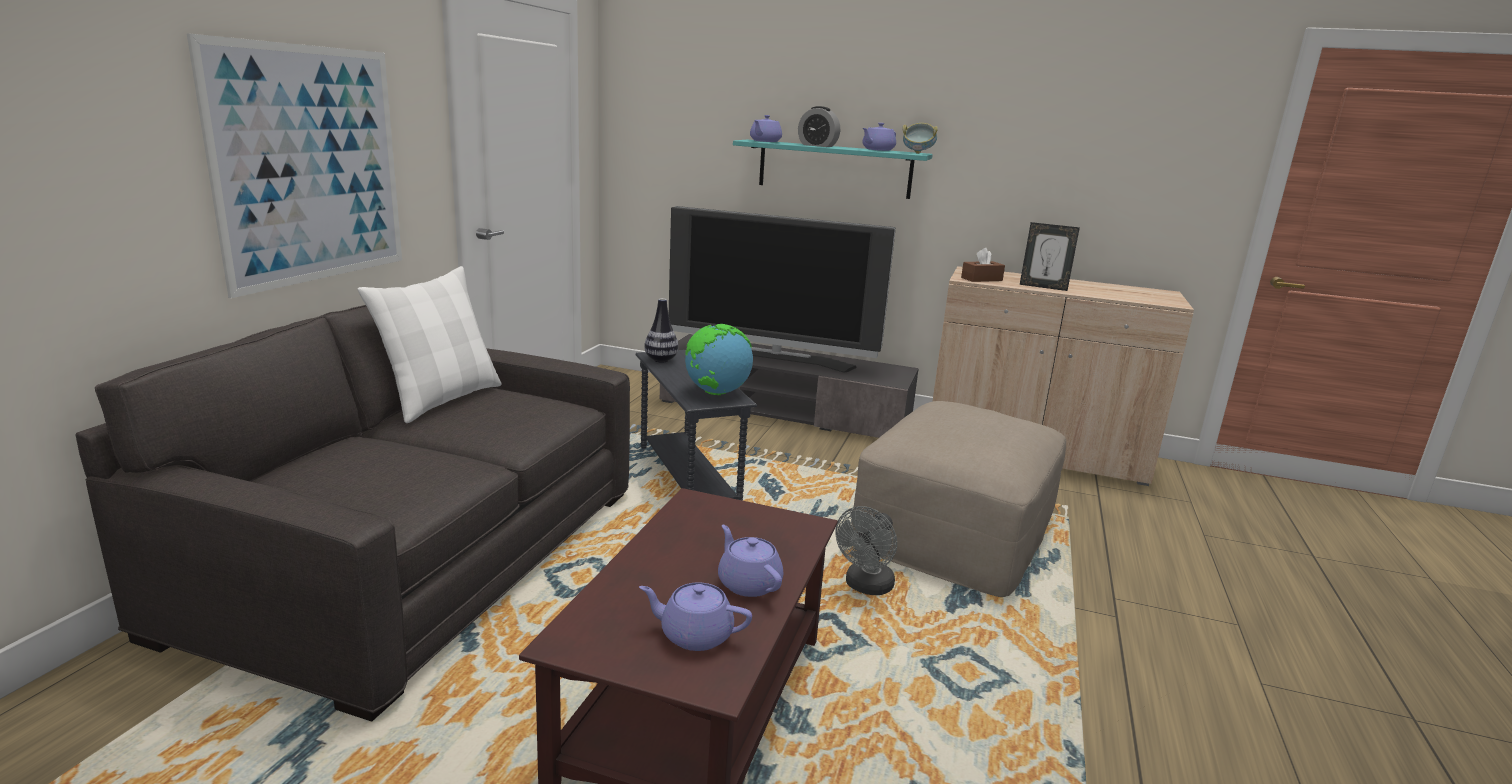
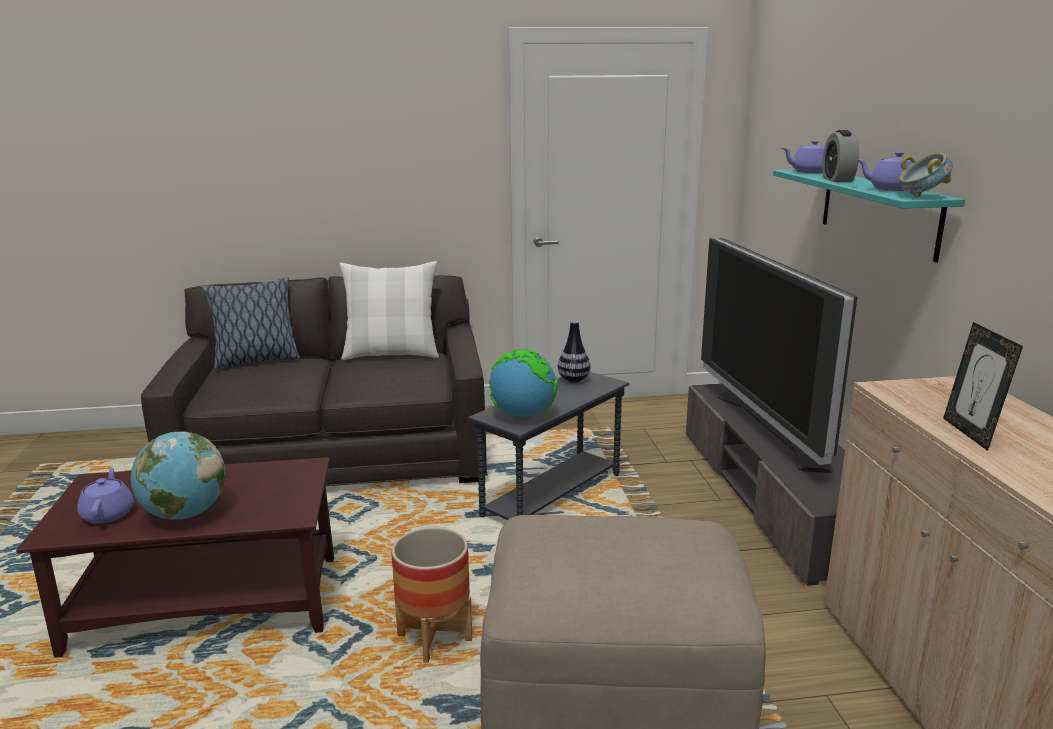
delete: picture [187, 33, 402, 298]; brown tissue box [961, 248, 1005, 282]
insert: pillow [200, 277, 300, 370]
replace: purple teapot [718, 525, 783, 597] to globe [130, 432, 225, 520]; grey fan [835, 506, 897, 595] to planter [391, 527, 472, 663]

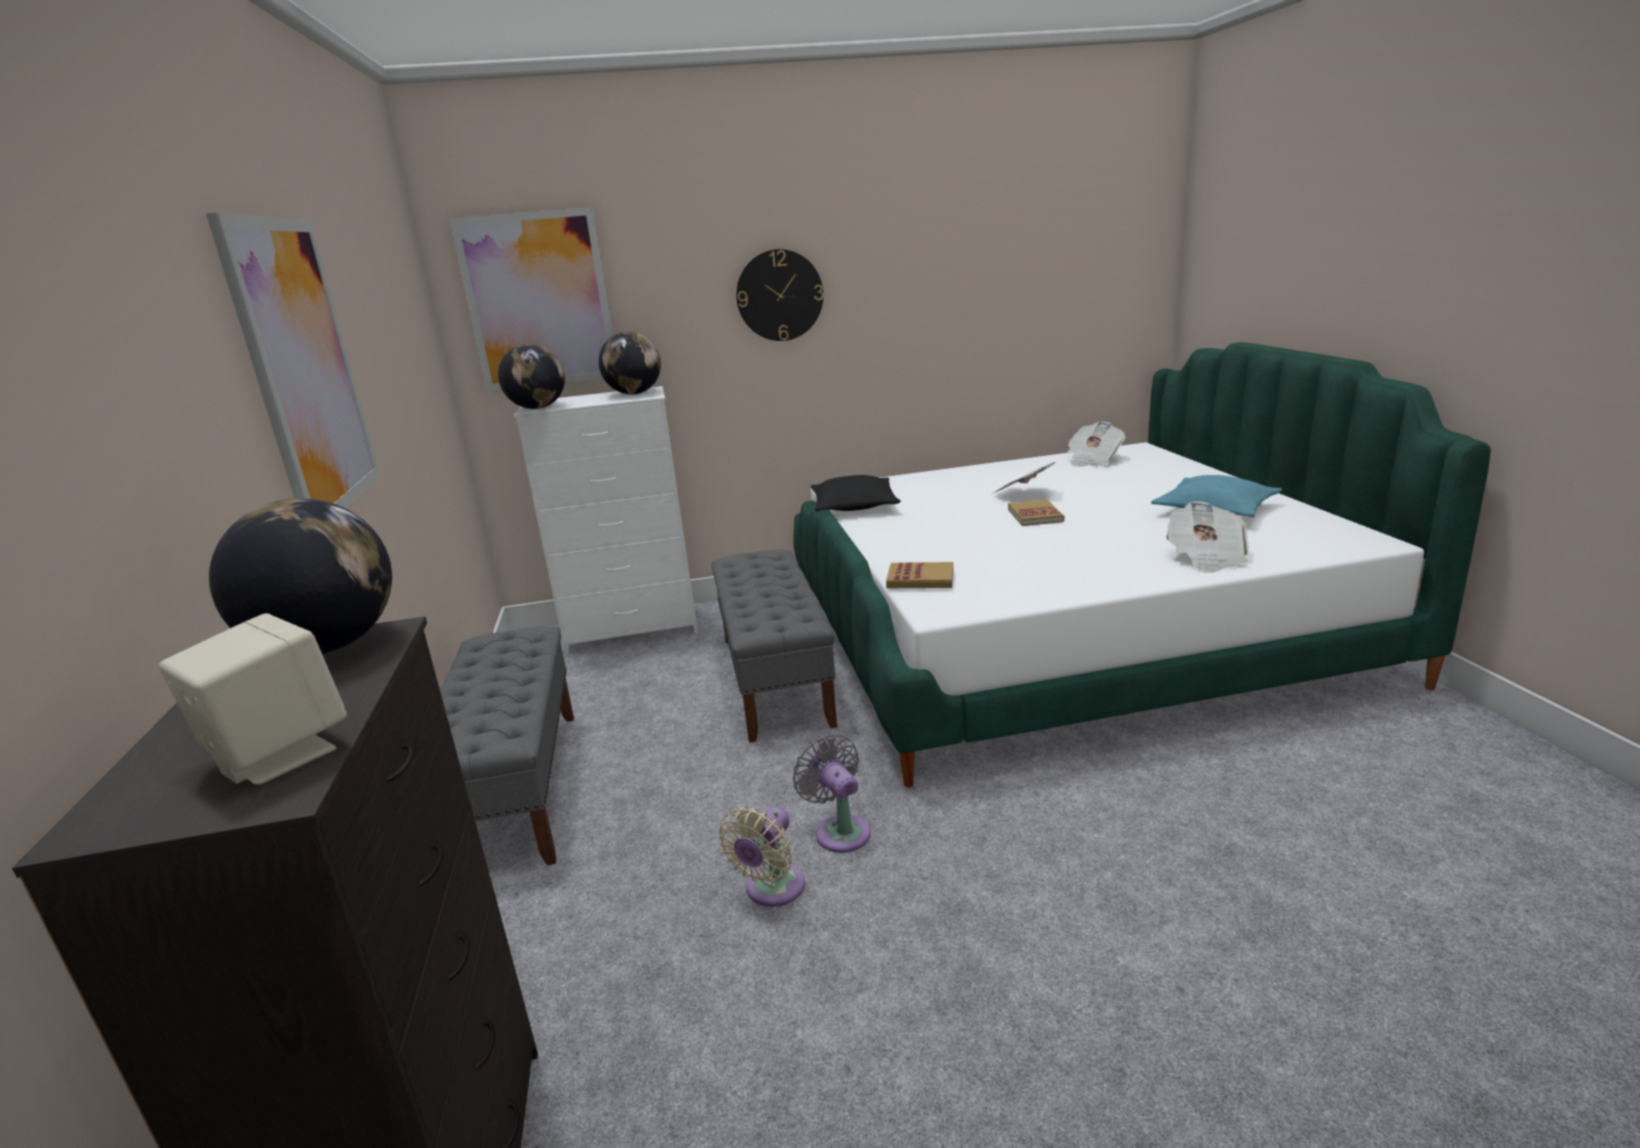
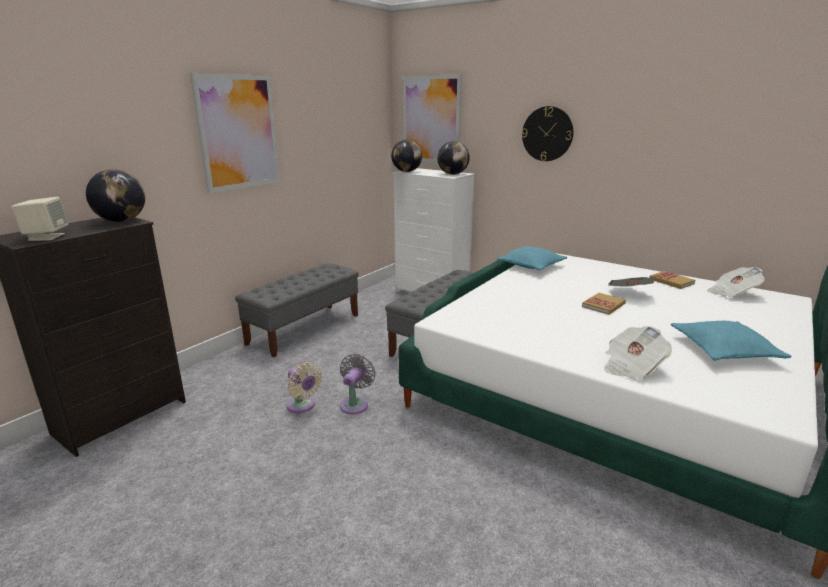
move: book [886, 562, 954, 588] to [649, 271, 695, 289]
recolor: black pillow [811, 475, 900, 512] to turquoise pillow [497, 246, 567, 270]
rotate: beige fan [718, 806, 805, 907] = [286, 362, 322, 413] 120 degrees counterclockwise

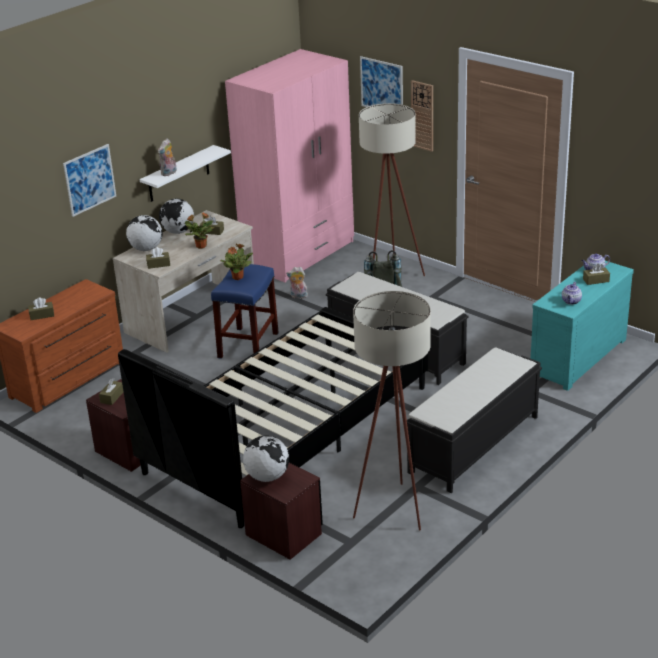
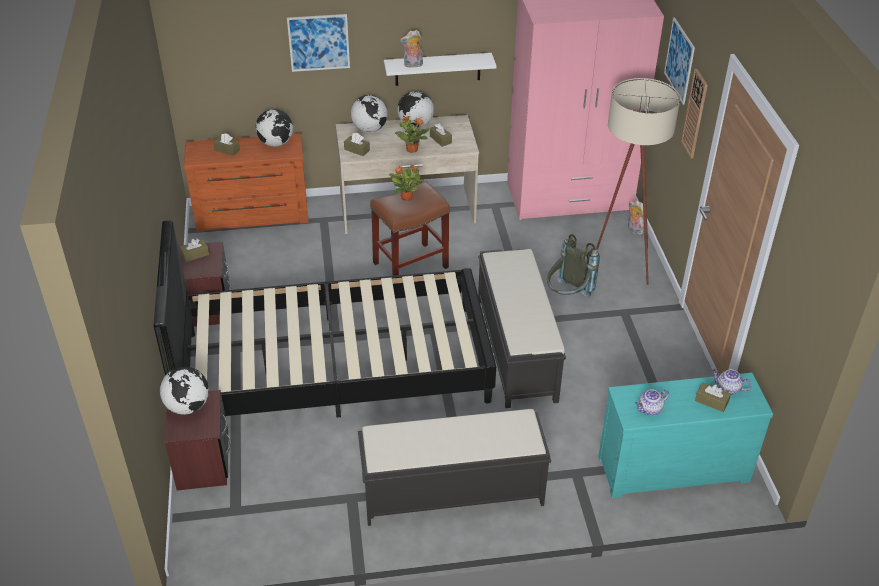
delete: beige floor lamp [353, 291, 431, 530]
insert: globe [256, 109, 293, 147]
move: plush toy [286, 267, 308, 300] to [628, 200, 644, 235]
recolor: blue stool [211, 263, 279, 359] to brown stool [370, 181, 450, 276]

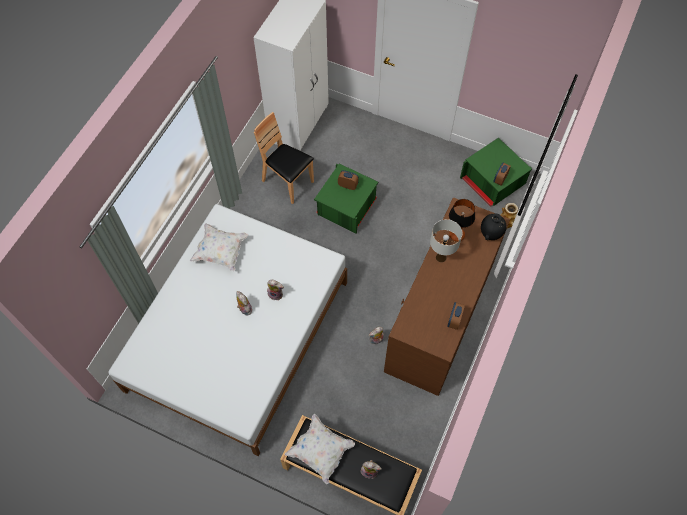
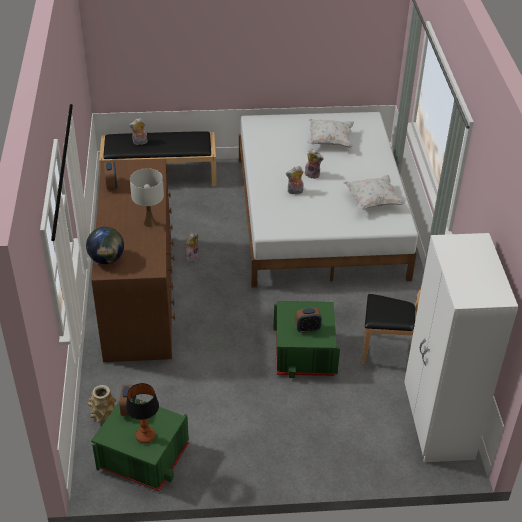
move: white pillow [284, 414, 355, 484] to [306, 119, 354, 147]; table lamp [449, 199, 475, 242] to [126, 383, 159, 444]
replace: black vase [481, 213, 507, 240] to globe [86, 227, 124, 264]

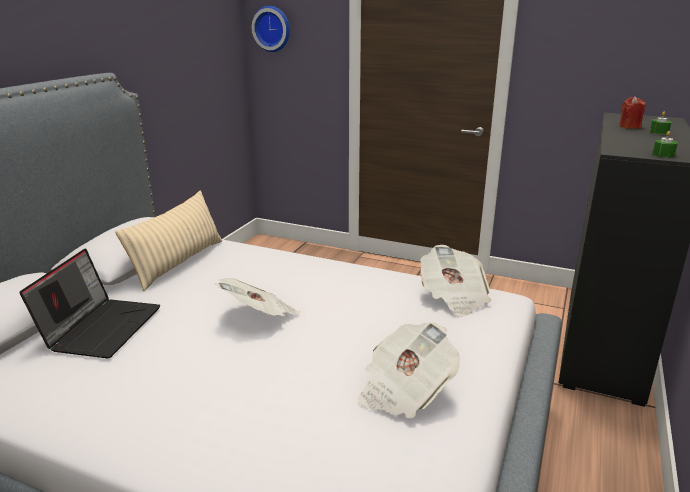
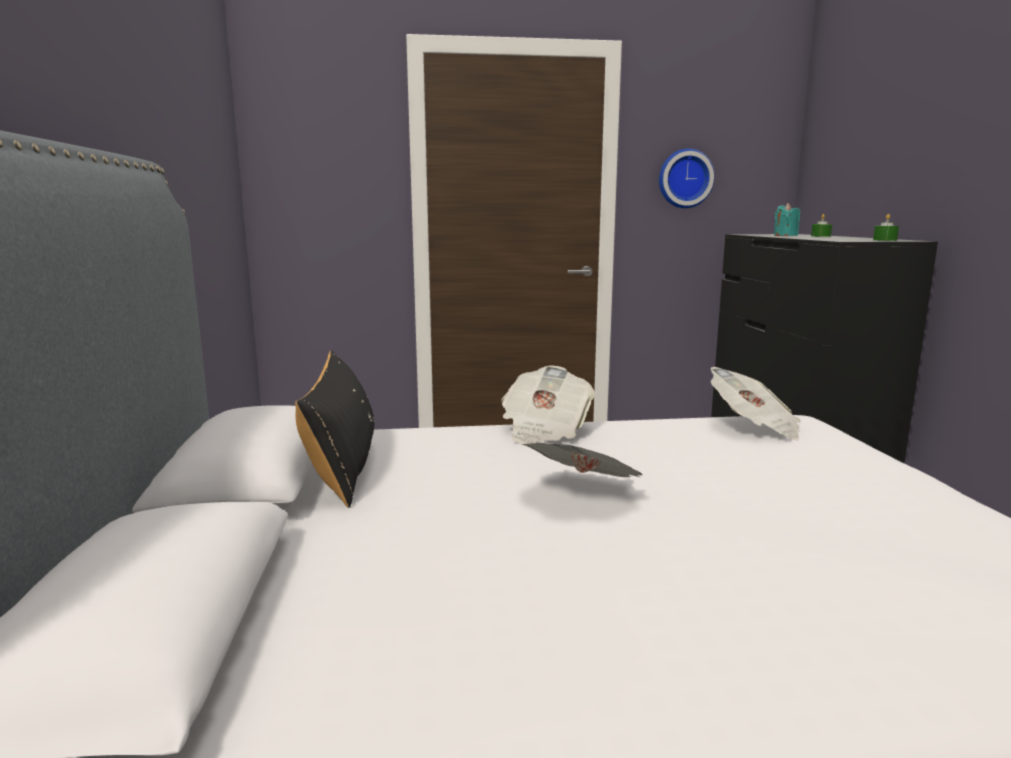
delete: laptop [19, 248, 161, 358]
move: wall clock [252, 6, 290, 52] to [659, 148, 715, 208]; newspaper [358, 322, 460, 418] to [501, 366, 595, 444]
recolor: beige pillow [115, 191, 222, 291] to black pillow [295, 350, 374, 508]; red candle [619, 96, 646, 129] to turquoise candle [774, 203, 800, 236]

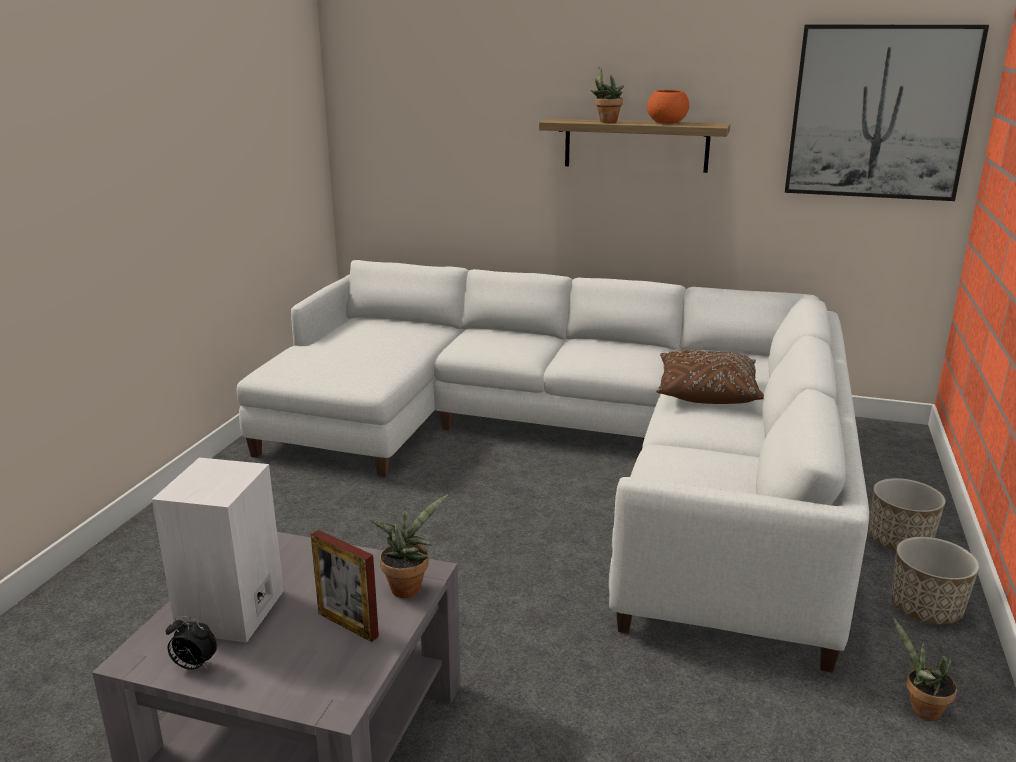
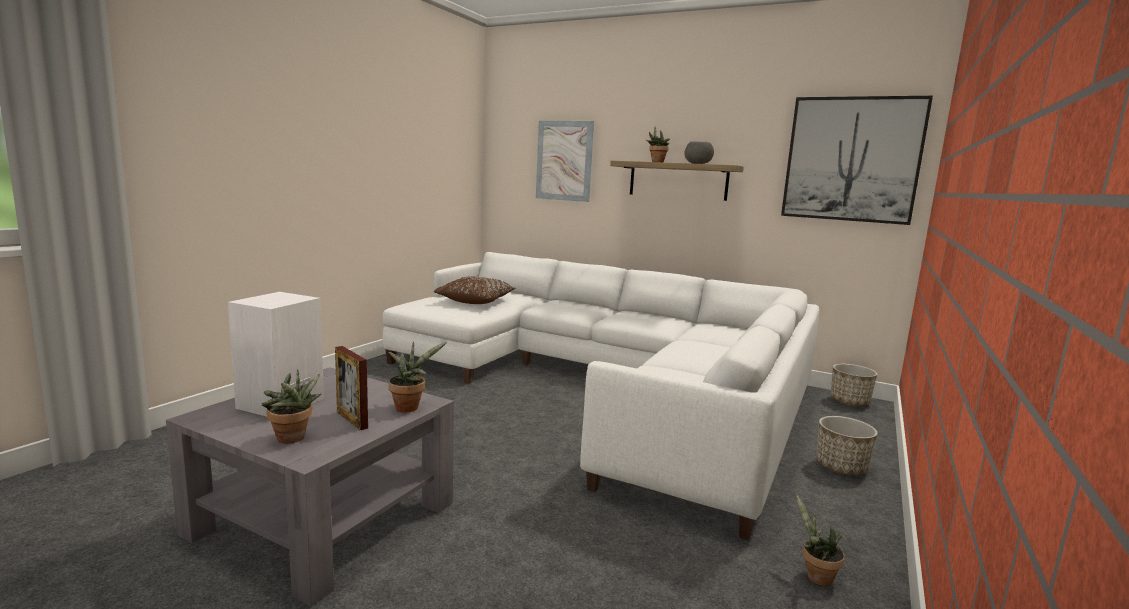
delete: alarm clock [166, 616, 217, 670]
insert: potted plant [261, 369, 321, 444]; picture [536, 121, 594, 202]
move: brown pillow [656, 350, 764, 404] to [434, 276, 516, 304]; planter [891, 537, 979, 625] to [831, 364, 877, 406]
recolor: orange bowl [647, 90, 689, 124] to grey bowl [684, 141, 714, 164]

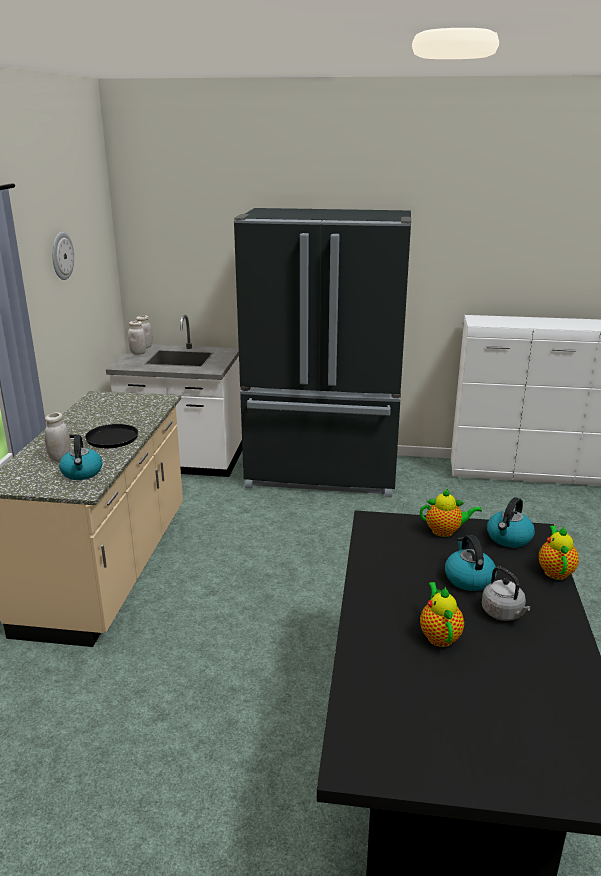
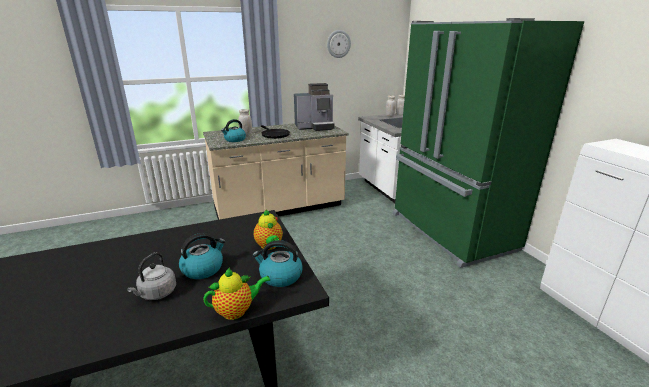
delete: teapot [420, 582, 464, 647]
insert: coffee machine [294, 83, 335, 131]
recolor: black fridge [234, 208, 411, 498] to green fridge [393, 18, 584, 268]

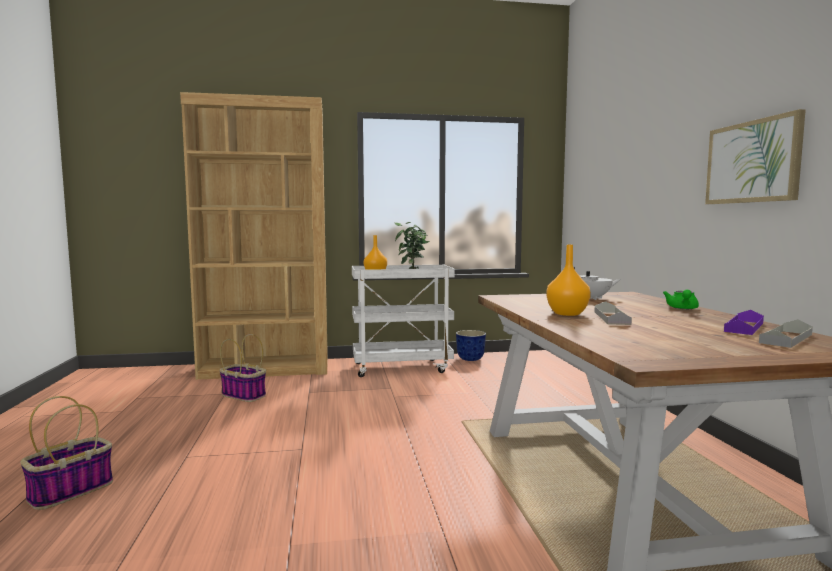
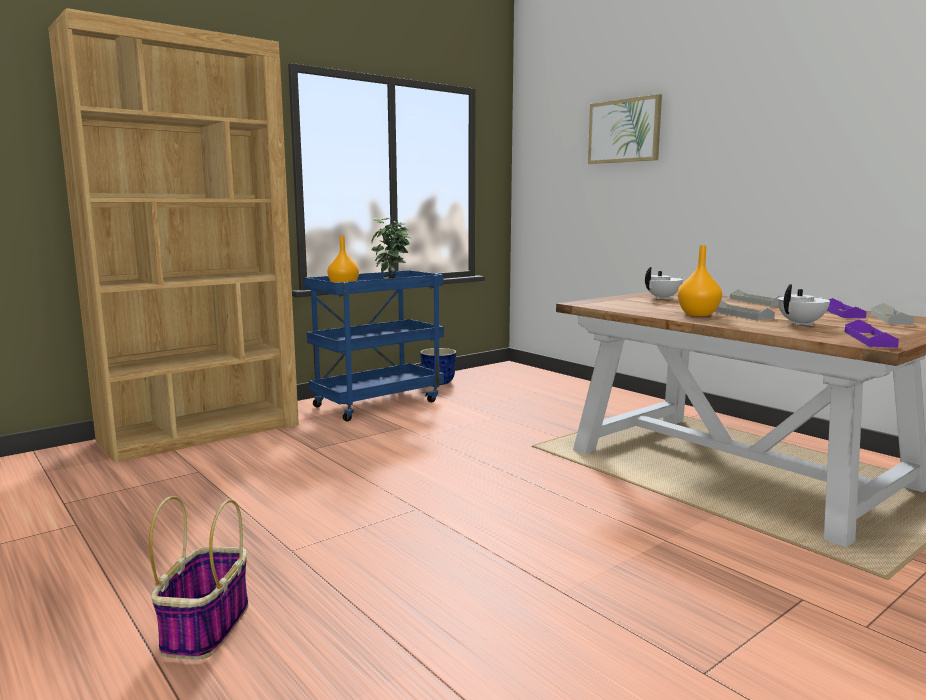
delete: basket [219, 334, 266, 402]
insert: white teapot [777, 284, 830, 326]; purple tray [845, 320, 899, 348]
move: picture [705, 109, 806, 204] to [588, 94, 662, 164]
replace: green teapot [663, 289, 699, 309] to grey tray [730, 289, 781, 306]
recolor: white cart [352, 265, 455, 377] to blue cart [304, 270, 444, 422]

